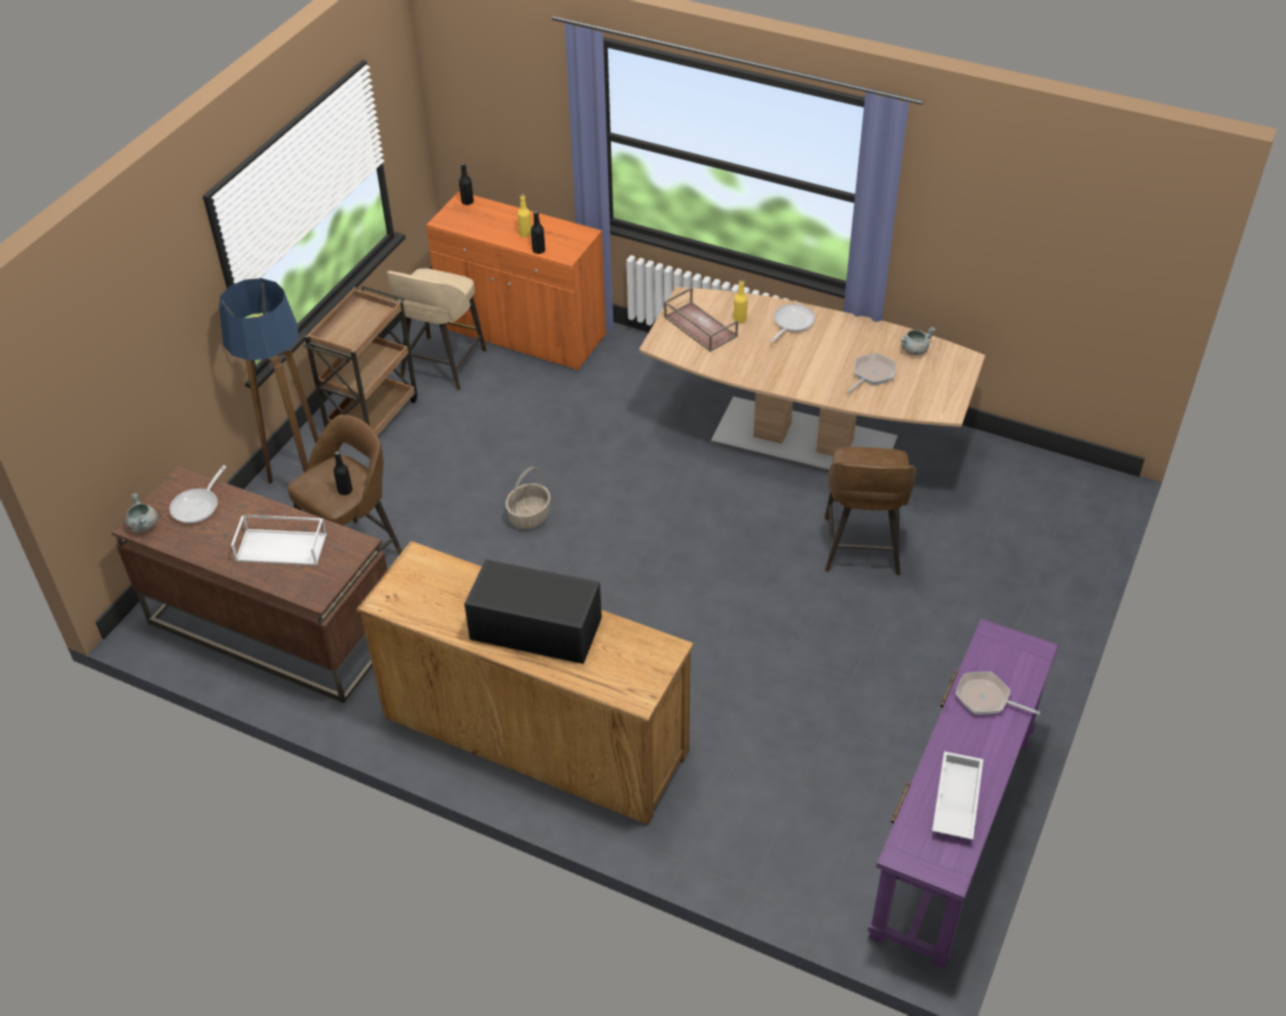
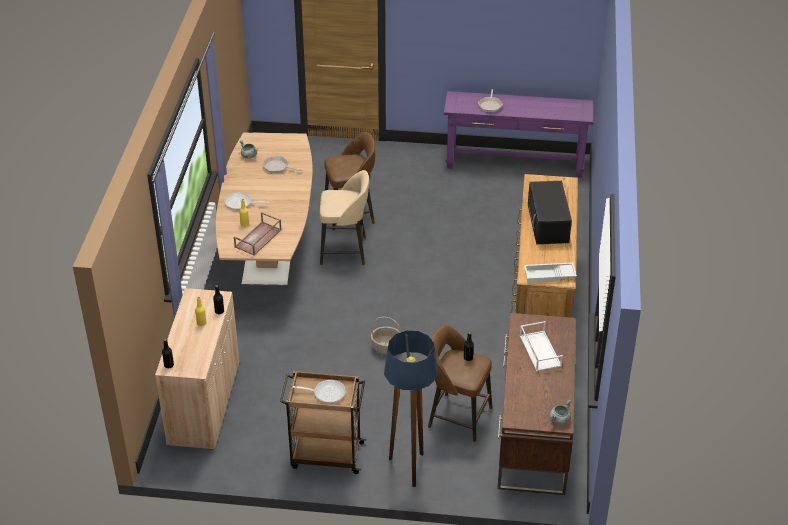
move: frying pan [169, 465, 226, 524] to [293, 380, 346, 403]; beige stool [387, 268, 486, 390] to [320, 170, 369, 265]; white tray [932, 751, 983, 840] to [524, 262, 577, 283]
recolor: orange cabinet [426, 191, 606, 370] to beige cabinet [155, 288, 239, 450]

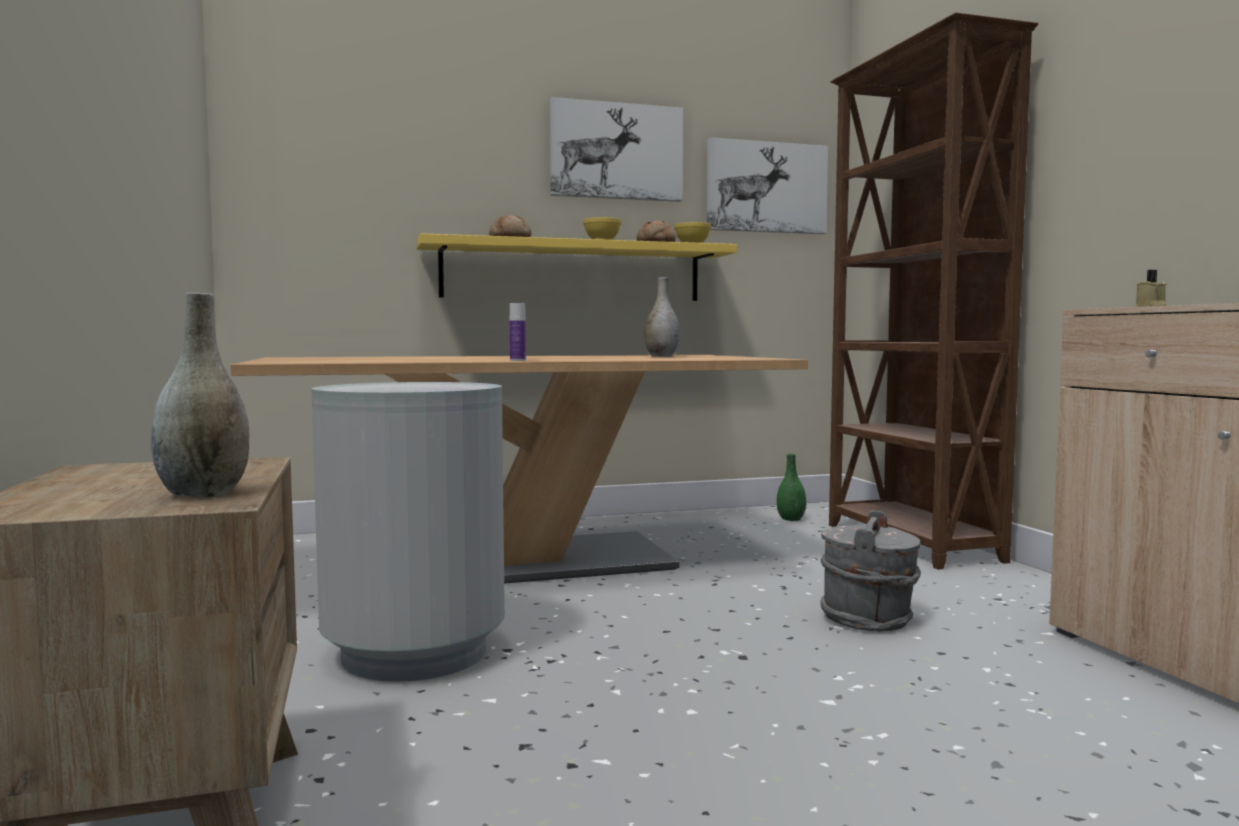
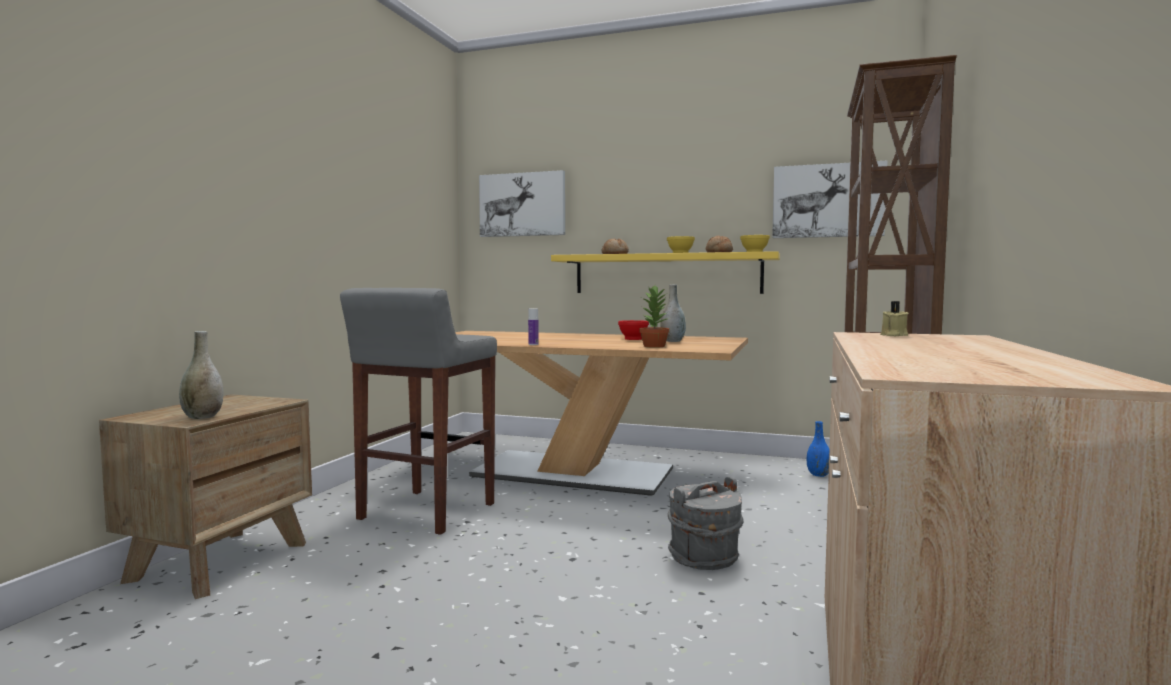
insert: red bowl [618, 320, 649, 340]; potted plant [639, 286, 670, 348]
move: picture [550, 97, 683, 202] to [479, 170, 565, 237]
replace: grey trash can [311, 382, 505, 682] to grey stool [340, 288, 497, 535]
recolor: green vase [777, 454, 807, 521] to blue vase [807, 421, 829, 477]

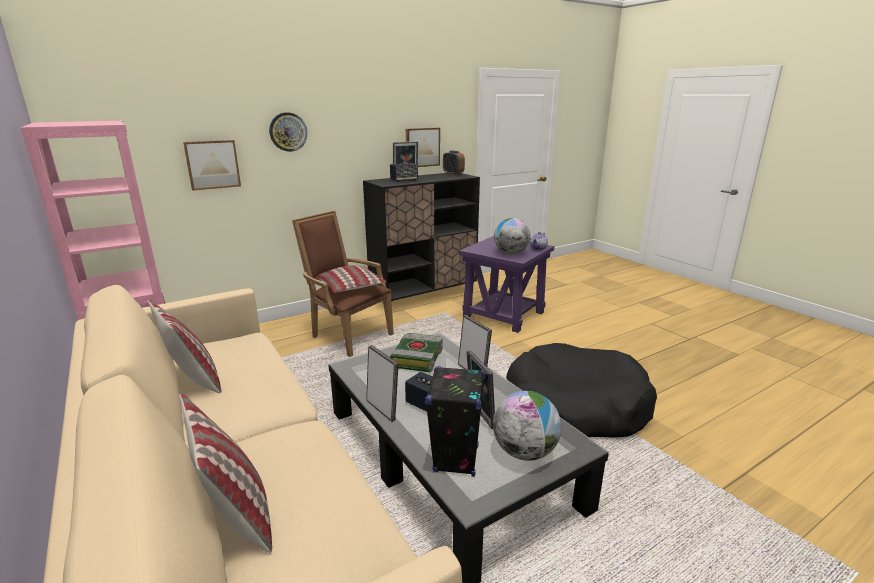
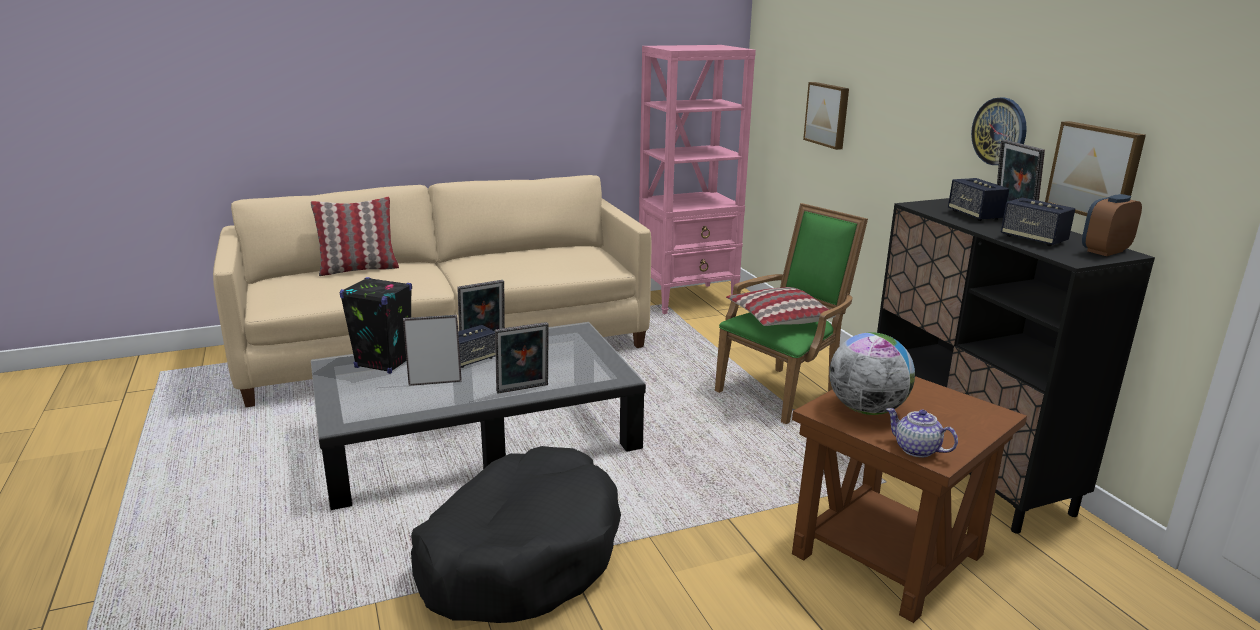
delete: pillow [148, 300, 221, 393]; book [390, 333, 442, 372]; globe [493, 391, 561, 461]
insert: speaker [1001, 198, 1075, 247]
move: wall clock [269, 112, 307, 152] to [971, 97, 1027, 165]
recolor: brown armchair [292, 211, 394, 357] to green armchair [715, 203, 868, 424]; purple side table [459, 236, 554, 333] to brown side table [792, 376, 1027, 623]

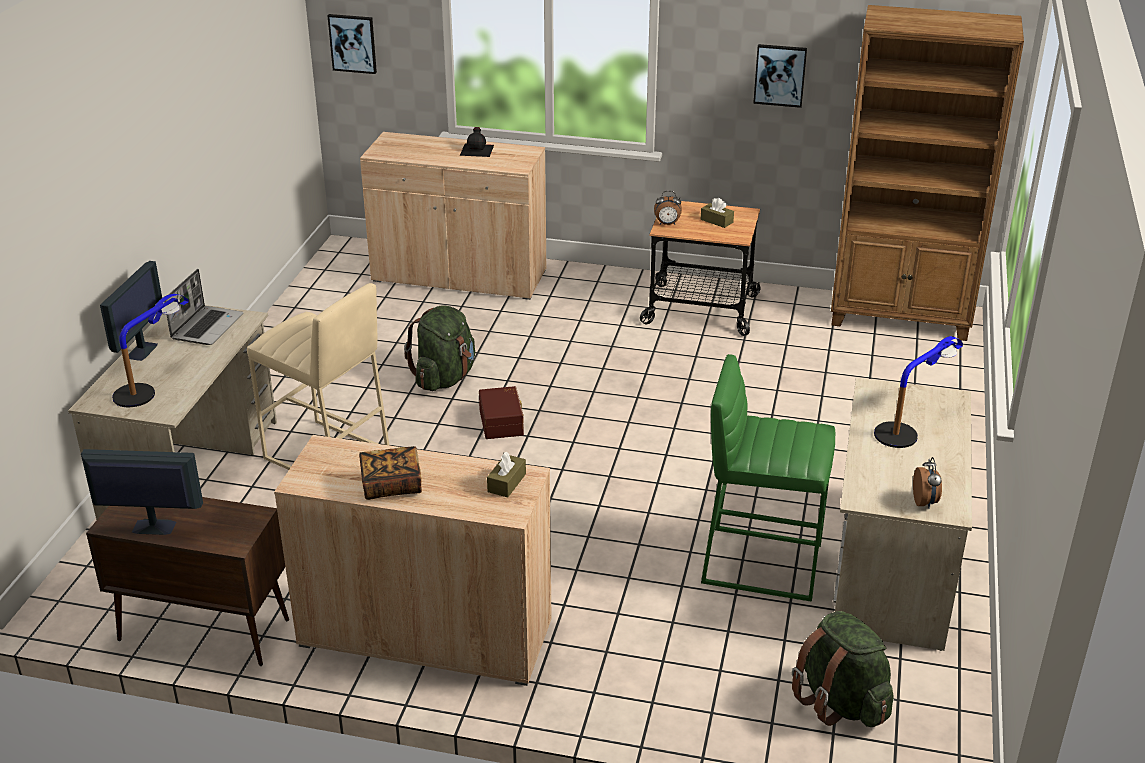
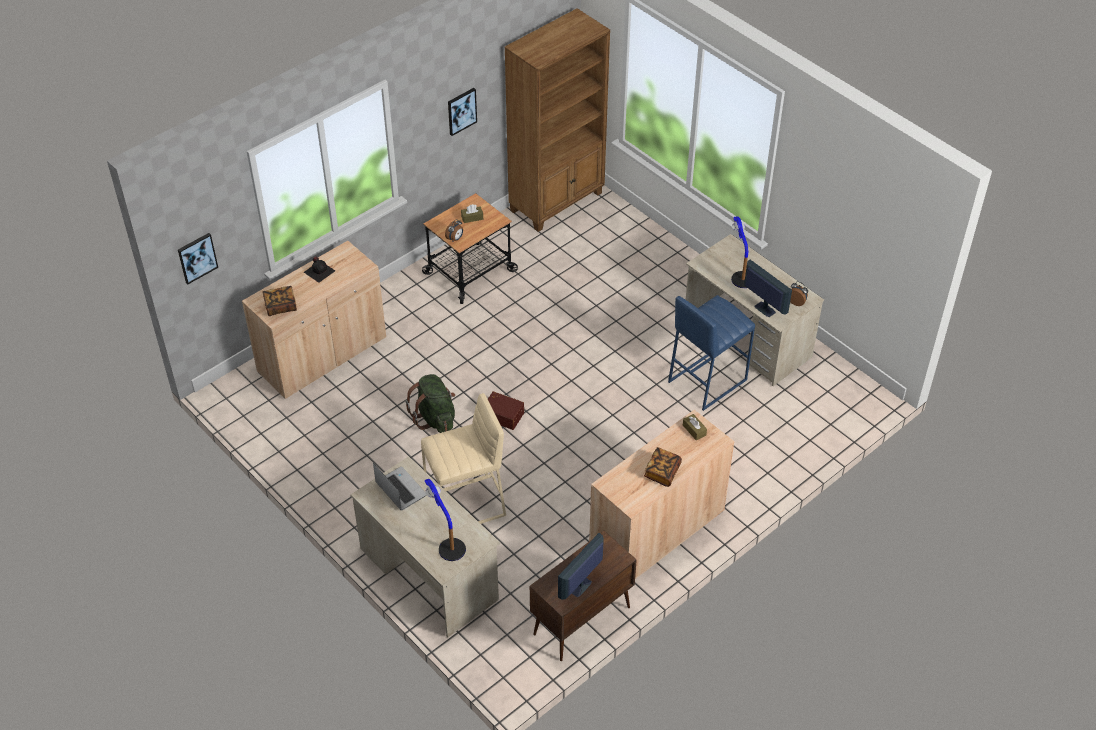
delete: green backpack [792, 611, 893, 727]
insert: book [263, 286, 297, 316]
move: monitor [100, 261, 162, 361] to [744, 260, 792, 317]
recolor: green stool [701, 354, 835, 602] to blue stool [668, 295, 755, 411]

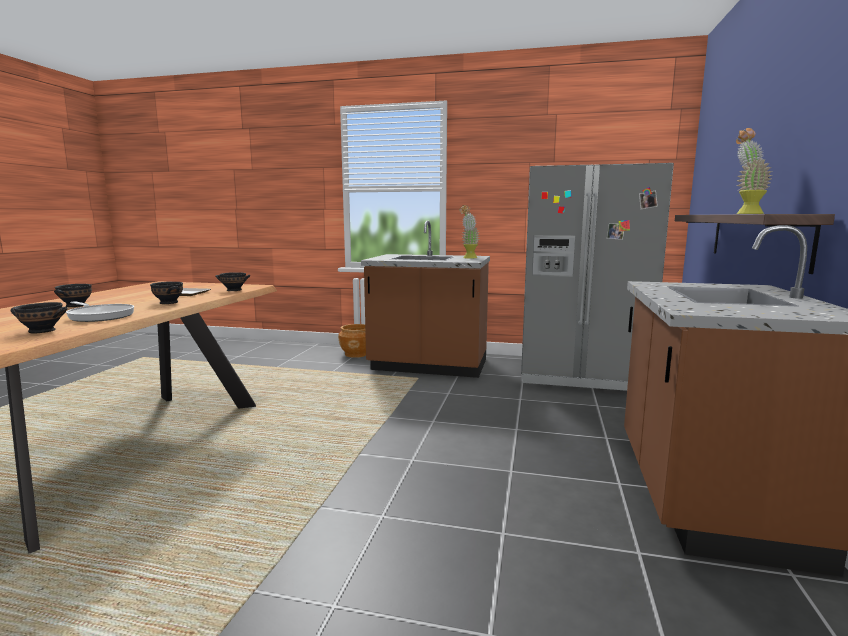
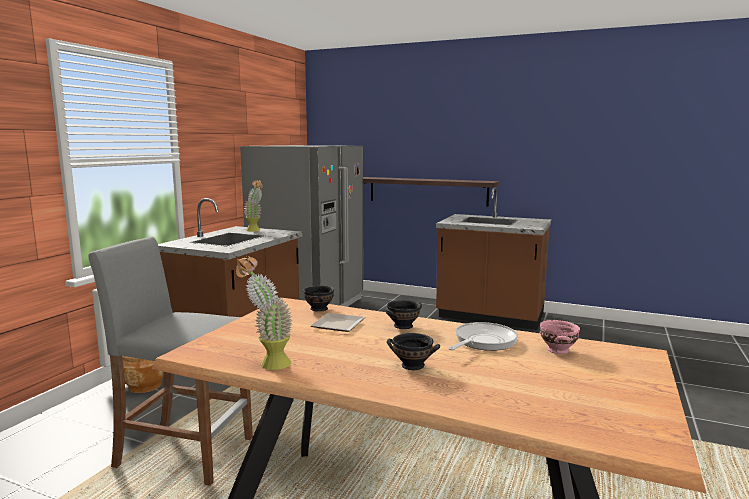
insert: grey stool [88, 237, 253, 486]
move: potted plant [736, 128, 772, 214] to [236, 256, 293, 370]
recolor: black bowl [10, 302, 68, 333] to pink bowl [540, 320, 580, 354]

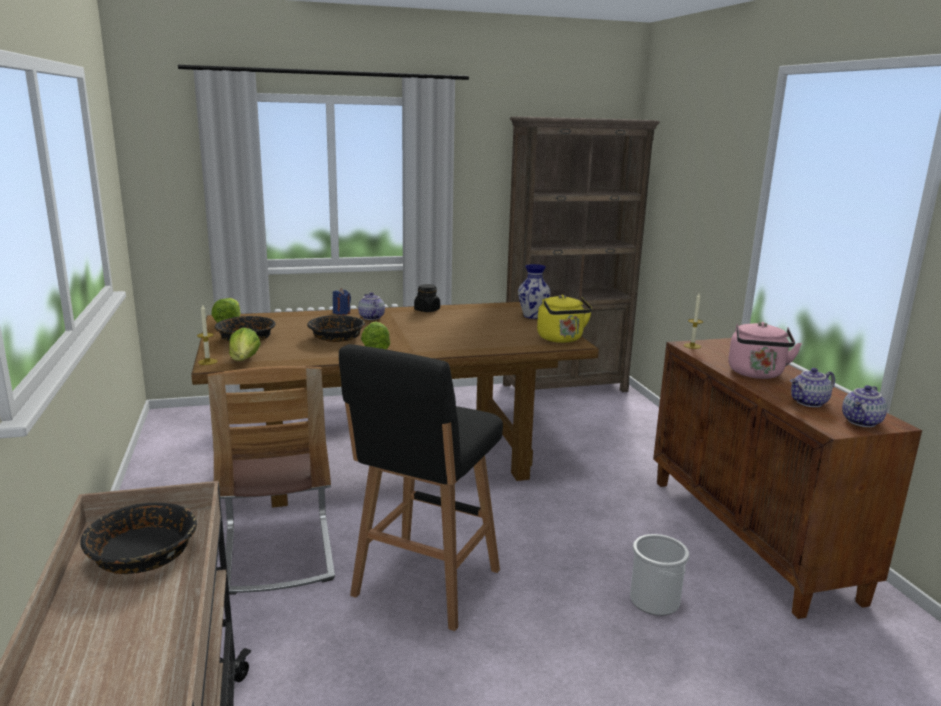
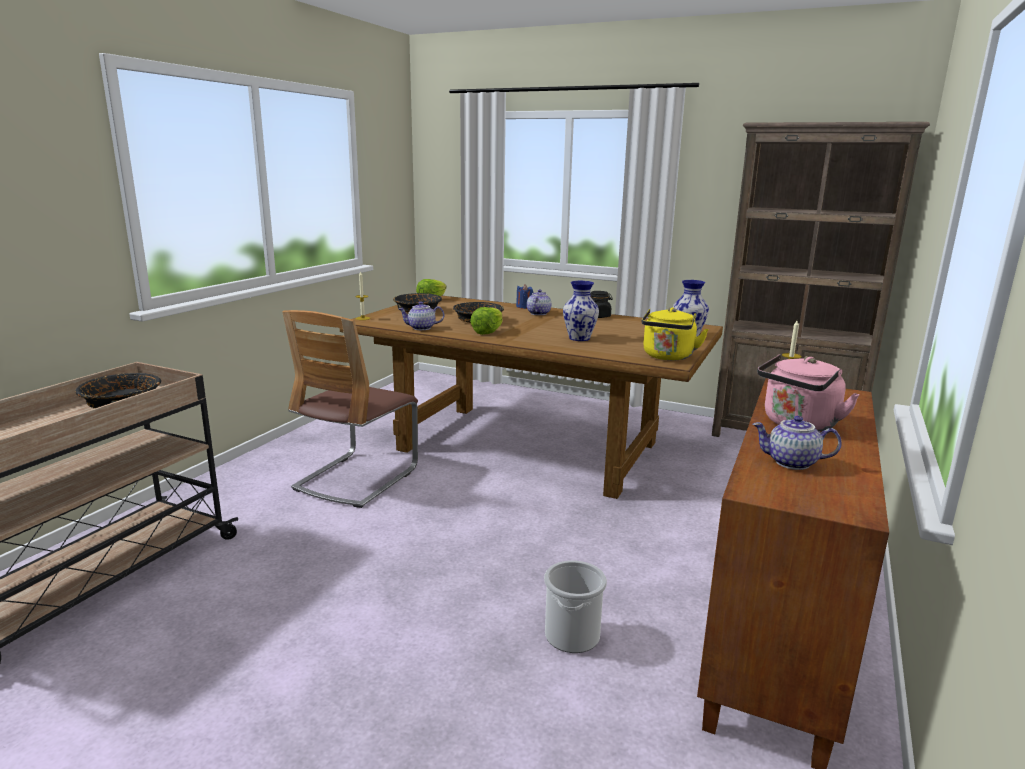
delete: lettuce [229, 328, 261, 361]; black stool [339, 344, 503, 631]
insert: vase [563, 281, 599, 341]
move: teapot [842, 385, 887, 427] to [399, 302, 444, 330]

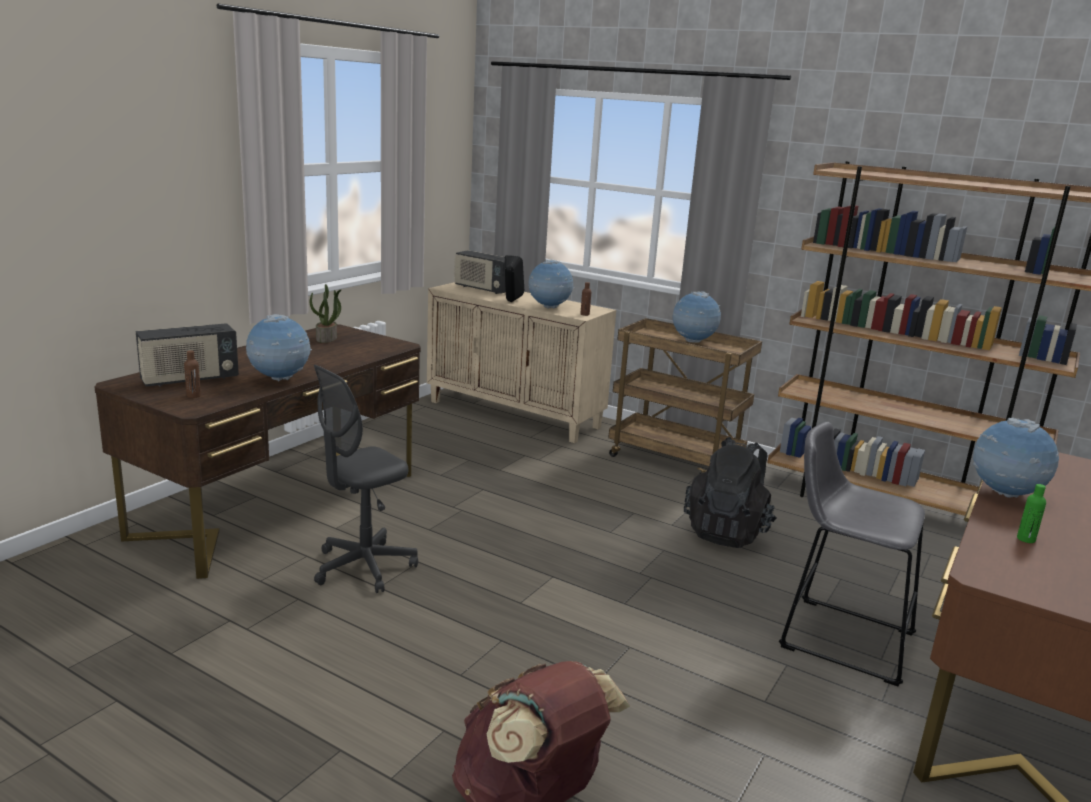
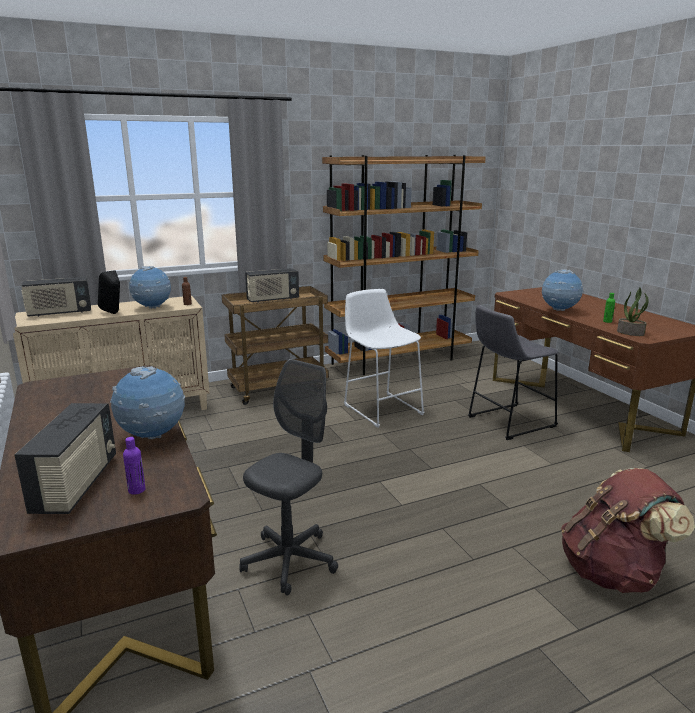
move: potted plant [310, 284, 341, 343] to [617, 288, 649, 336]
replace: globe [672, 291, 721, 343] to radio [245, 268, 299, 302]; black backpack [684, 437, 777, 548] to white stool [344, 289, 425, 428]
recolor: brown bottle [184, 350, 201, 398] to purple bottle [123, 437, 146, 494]
rotate: grey office chair [314, 365, 418, 593] = [239, 359, 338, 595] 135 degrees counterclockwise

